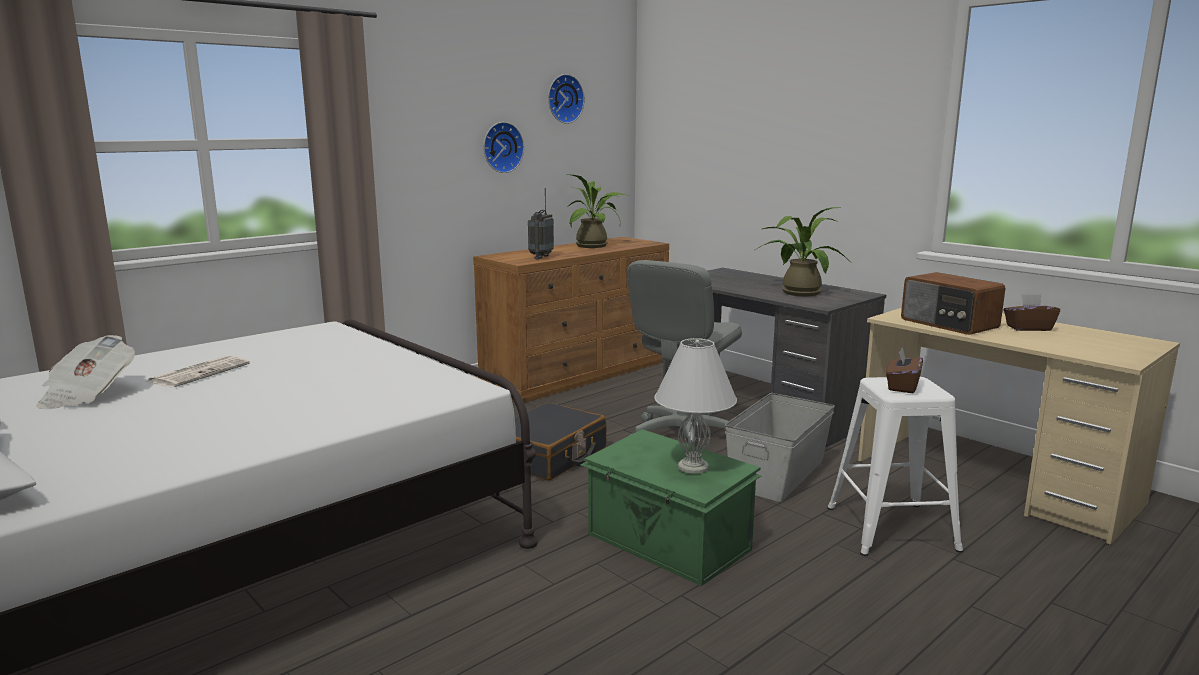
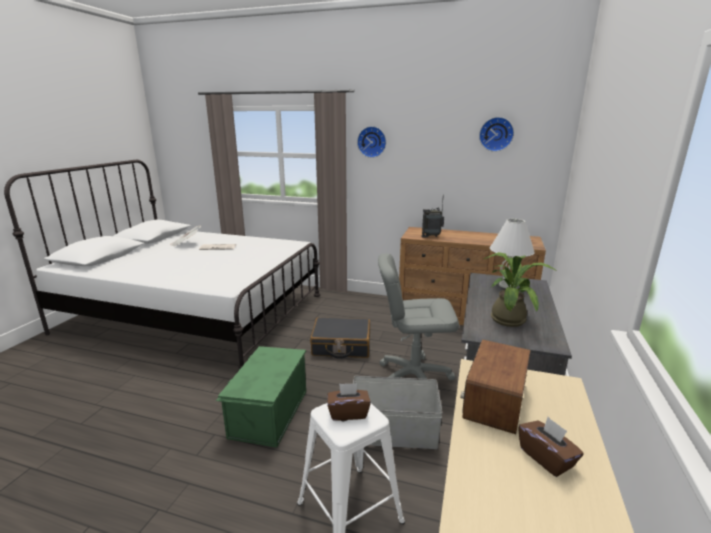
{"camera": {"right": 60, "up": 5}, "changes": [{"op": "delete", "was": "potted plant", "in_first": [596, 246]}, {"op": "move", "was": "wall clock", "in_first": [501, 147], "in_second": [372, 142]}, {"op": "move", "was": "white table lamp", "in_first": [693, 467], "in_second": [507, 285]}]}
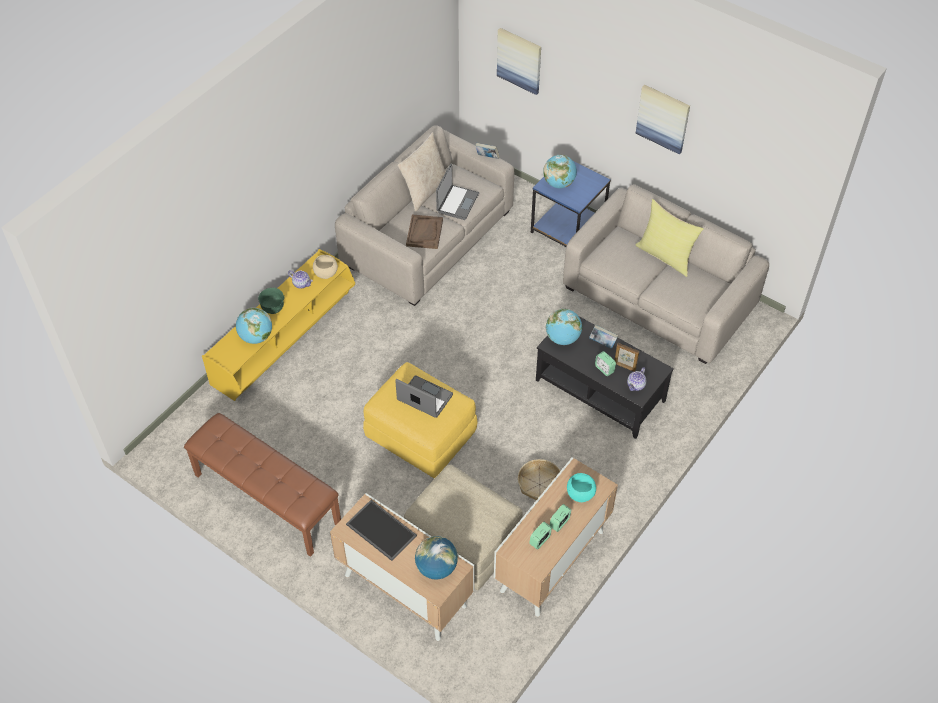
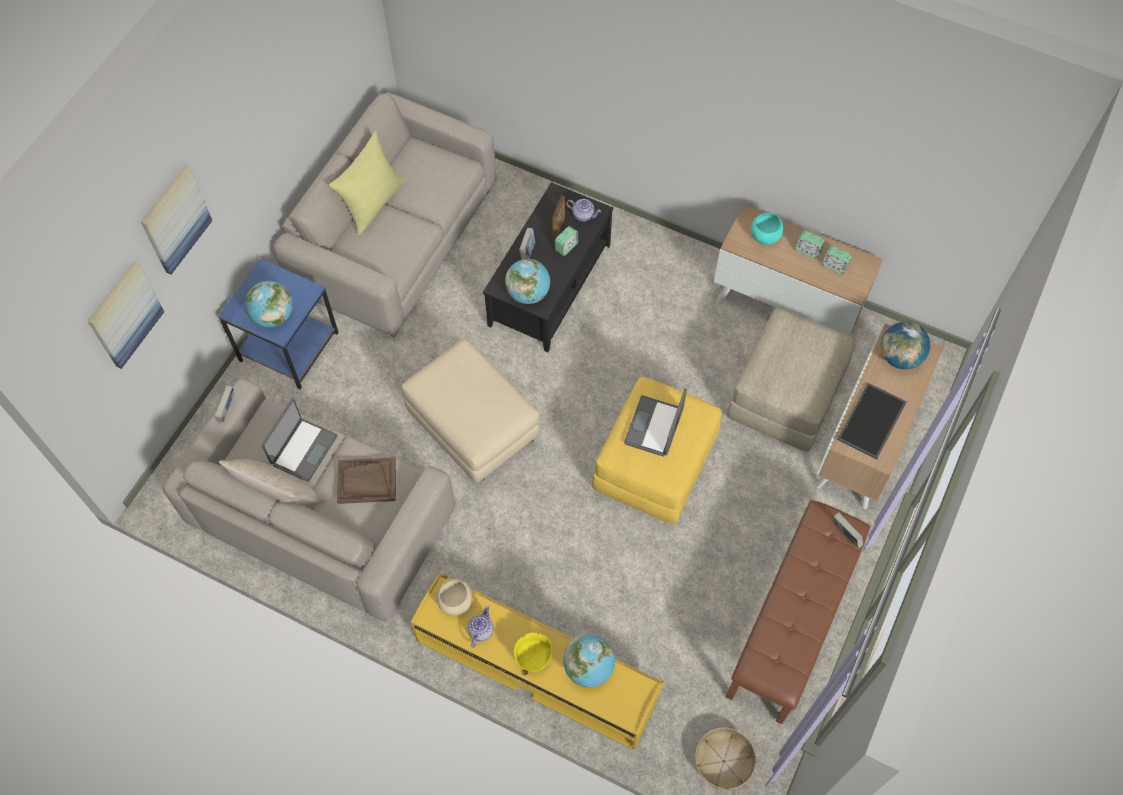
{"camera": {"right": -100, "up": 10}, "changes": [{"op": "insert", "now": "beige ottoman", "in_second": [472, 431]}, {"op": "insert", "now": "book", "in_second": [845, 535]}, {"op": "move", "was": "basket", "in_first": [539, 484], "in_second": [724, 761]}, {"op": "move", "was": "picture", "in_first": [663, 118], "in_second": [175, 220]}, {"op": "recolor", "was": "green bowl", "now": "yellow bowl", "in_first": [273, 308], "in_second": [533, 658]}, {"op": "rotate", "was": "laptop", "in_first": [457, 203], "in_second": [303, 449], "clockwise": 105}]}
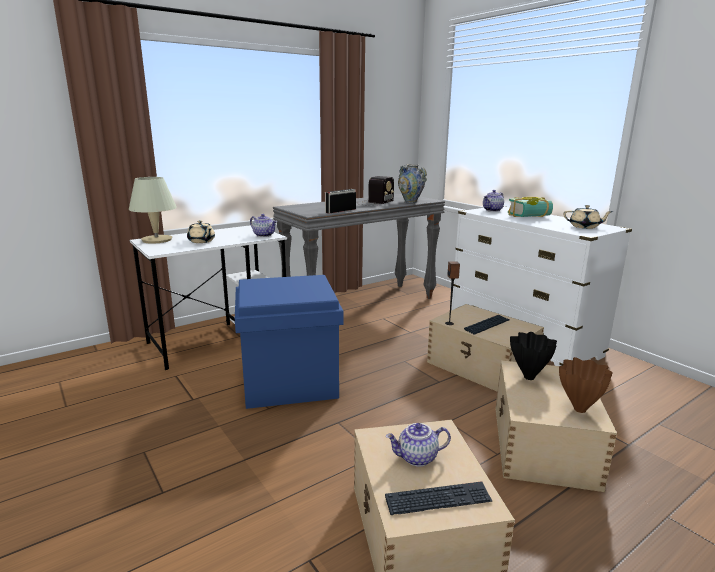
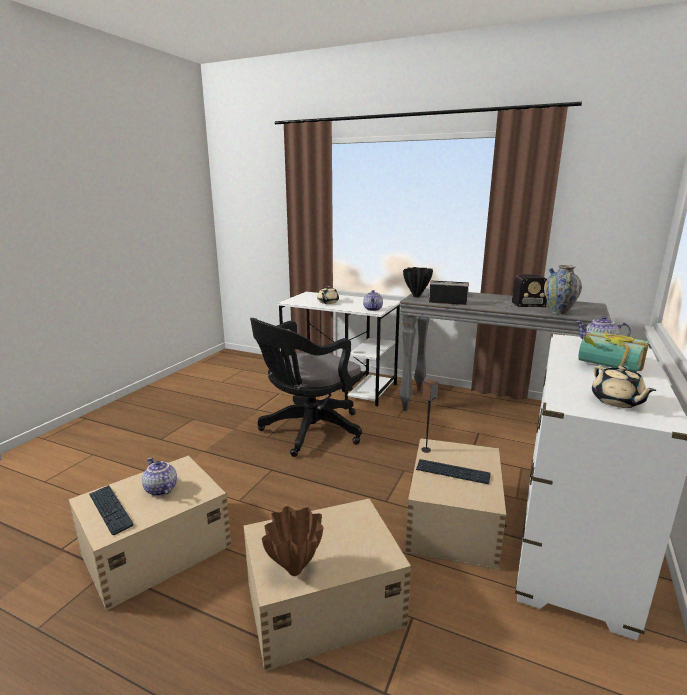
{"camera": {"right": 60, "up": 0}, "changes": [{"op": "delete", "was": "beige table lamp", "in_first": [157, 240]}, {"op": "move", "was": "black vase", "in_first": [529, 377], "in_second": [417, 296]}, {"op": "replace", "was": "blue storage box", "now": "black office chair", "in_first": [288, 383], "in_second": [308, 431]}]}
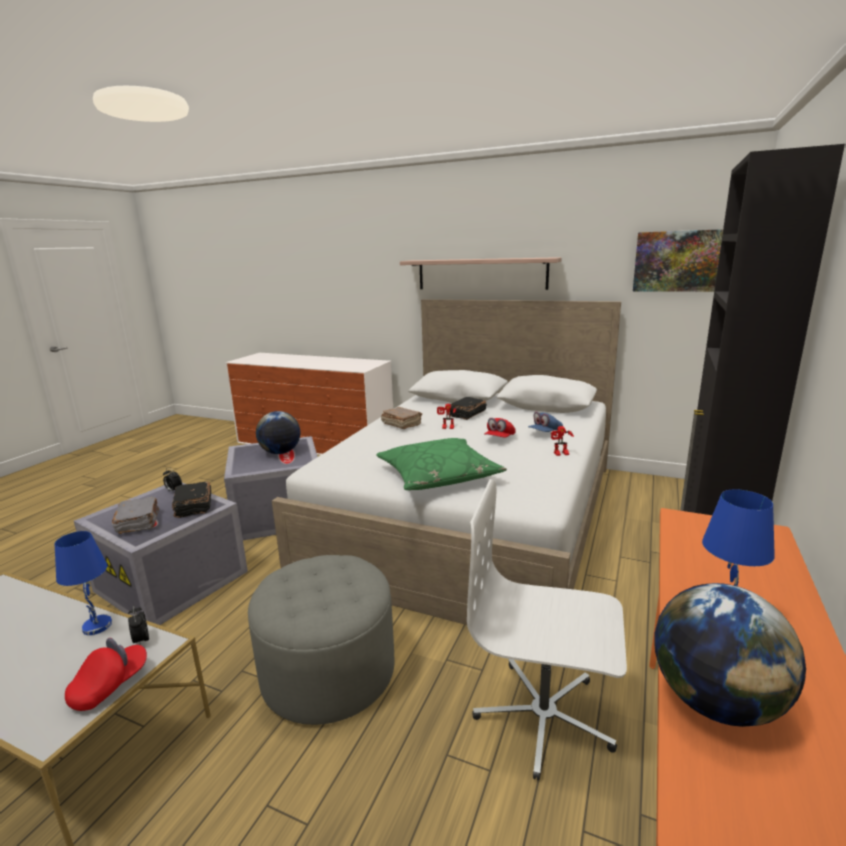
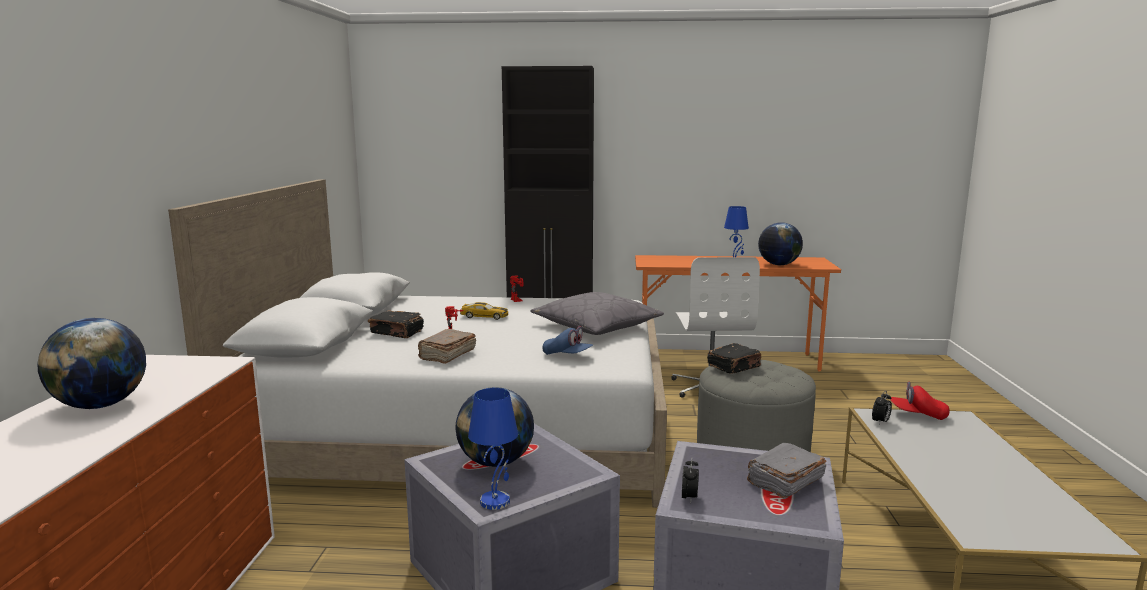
{"camera": {"right": -110, "up": -5}, "changes": [{"op": "delete", "was": "shelf", "in_first": [481, 274]}, {"op": "delete", "was": "picture", "in_first": [682, 261]}, {"op": "insert", "now": "globe", "in_second": [101, 405]}, {"op": "move", "was": "blue table lamp", "in_first": [97, 626], "in_second": [495, 501]}, {"op": "move", "was": "black book", "in_first": [193, 507], "in_second": [734, 367]}, {"op": "move", "was": "blue cap", "in_first": [545, 433], "in_second": [567, 355]}, {"op": "replace", "was": "red cap", "now": "toy car", "in_first": [499, 438], "in_second": [484, 316]}, {"op": "recolor", "was": "green pillow", "now": "grey pillow", "in_first": [438, 475], "in_second": [596, 326]}]}
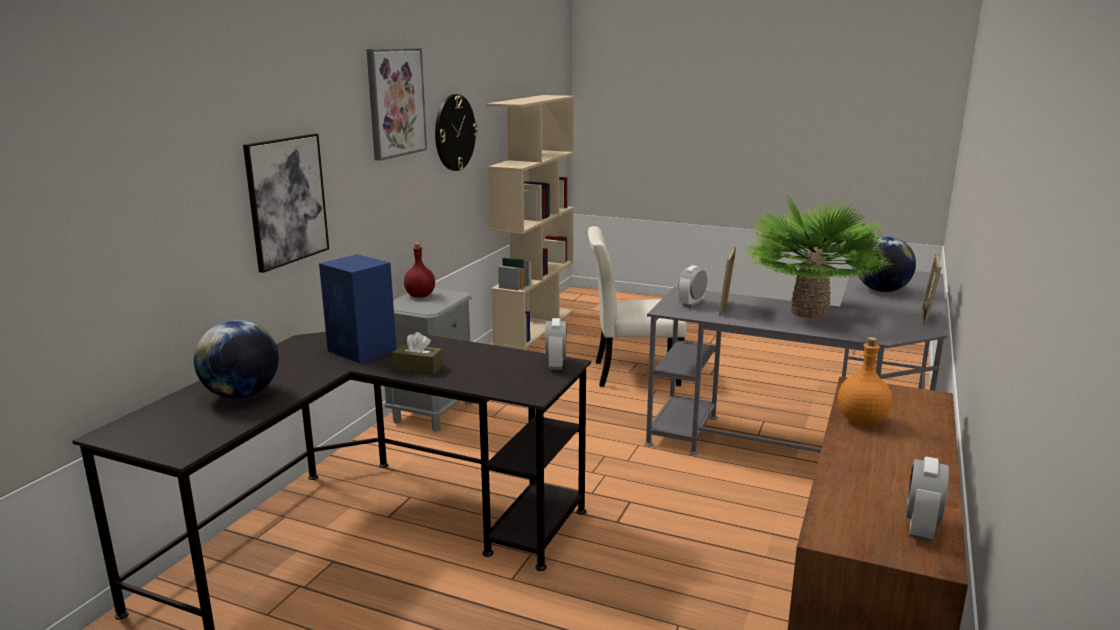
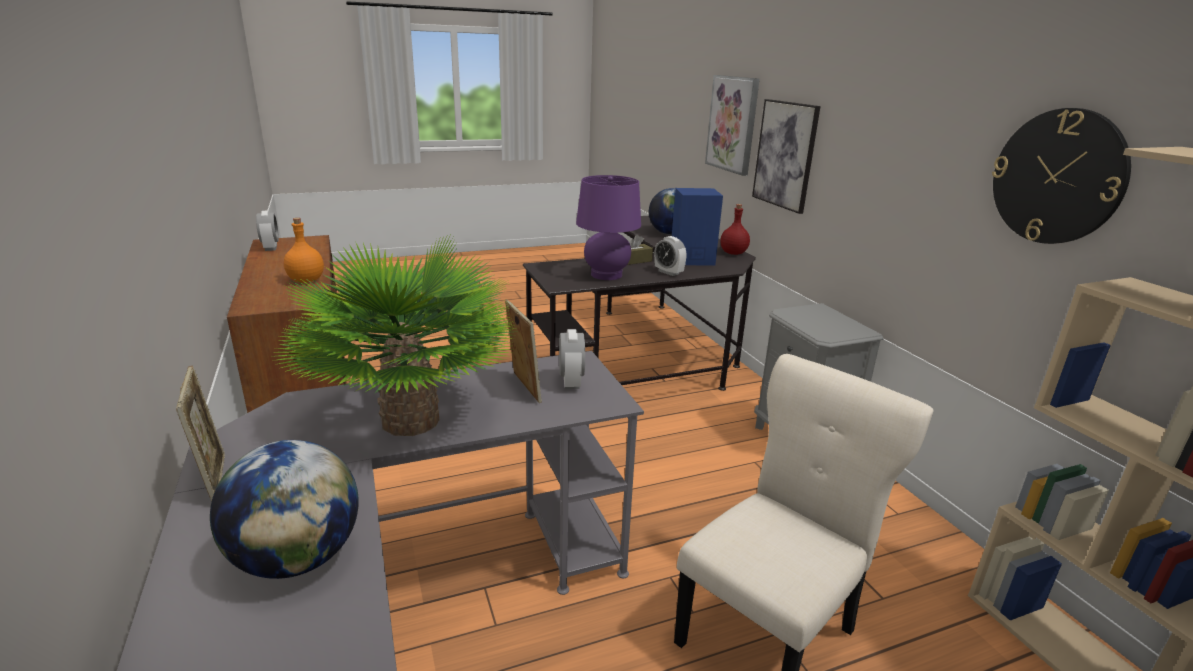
{"camera": {"right": 135, "up": 5}, "changes": [{"op": "insert", "now": "purple table lamp", "in_second": [606, 275]}, {"op": "move", "was": "picture", "in_first": [395, 102], "in_second": [732, 124]}, {"op": "move", "was": "red bottle", "in_first": [420, 296], "in_second": [733, 253]}, {"op": "move", "was": "alarm clock", "in_first": [555, 364], "in_second": [668, 272]}]}
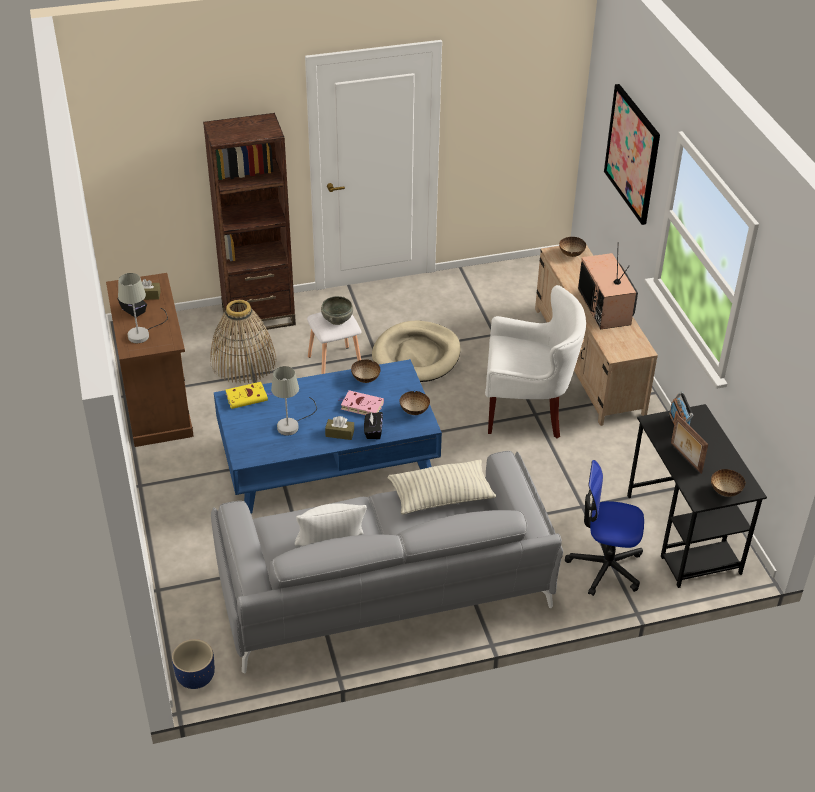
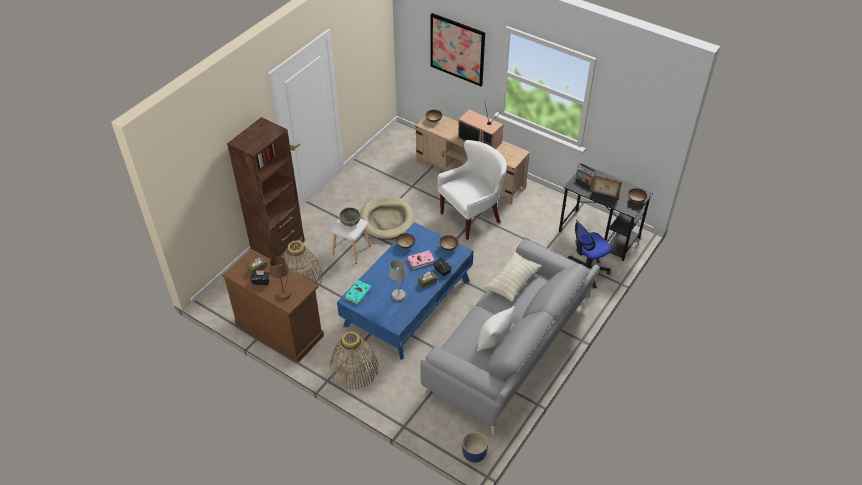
{"camera": {"right": -40, "up": 5}, "changes": [{"op": "insert", "now": "basket", "in_second": [354, 369]}, {"op": "recolor", "was": "grey table lamp", "now": "brown table lamp", "in_first": [143, 333], "in_second": [283, 290]}, {"op": "recolor", "was": "yellow book", "now": "turquoise book", "in_first": [248, 397], "in_second": [358, 293]}]}
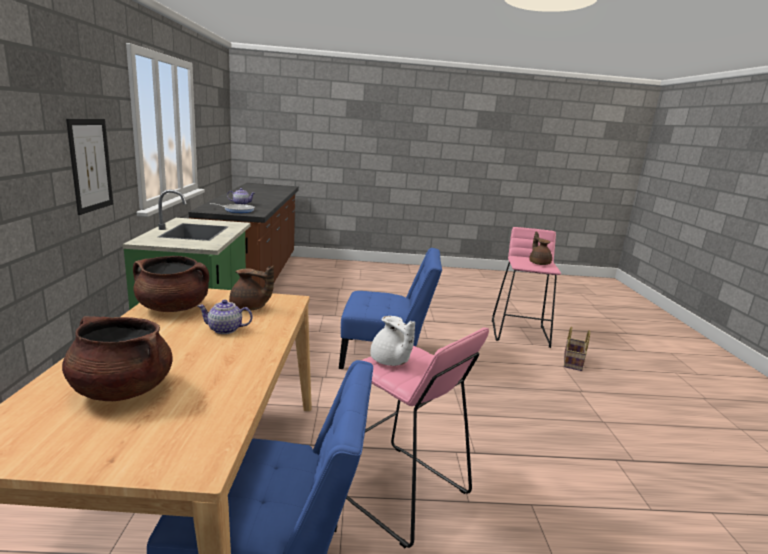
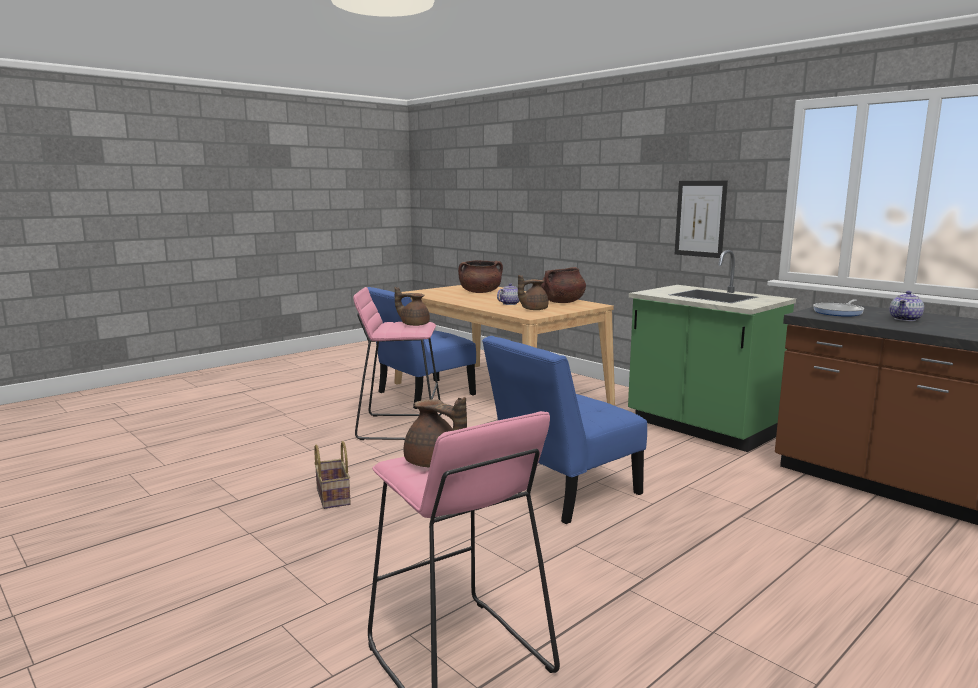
{"camera": {"right": 140, "up": -5}, "changes": [{"op": "move", "was": "basket", "in_first": [573, 363], "in_second": [332, 496]}, {"op": "recolor", "was": "white teapot", "now": "brown teapot", "in_first": [390, 361], "in_second": [414, 324]}]}
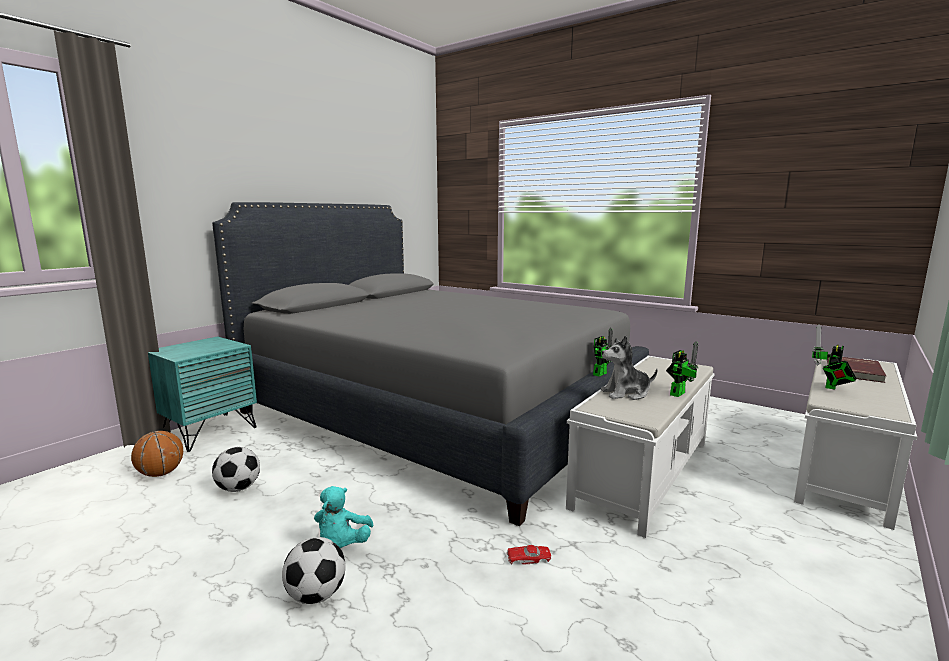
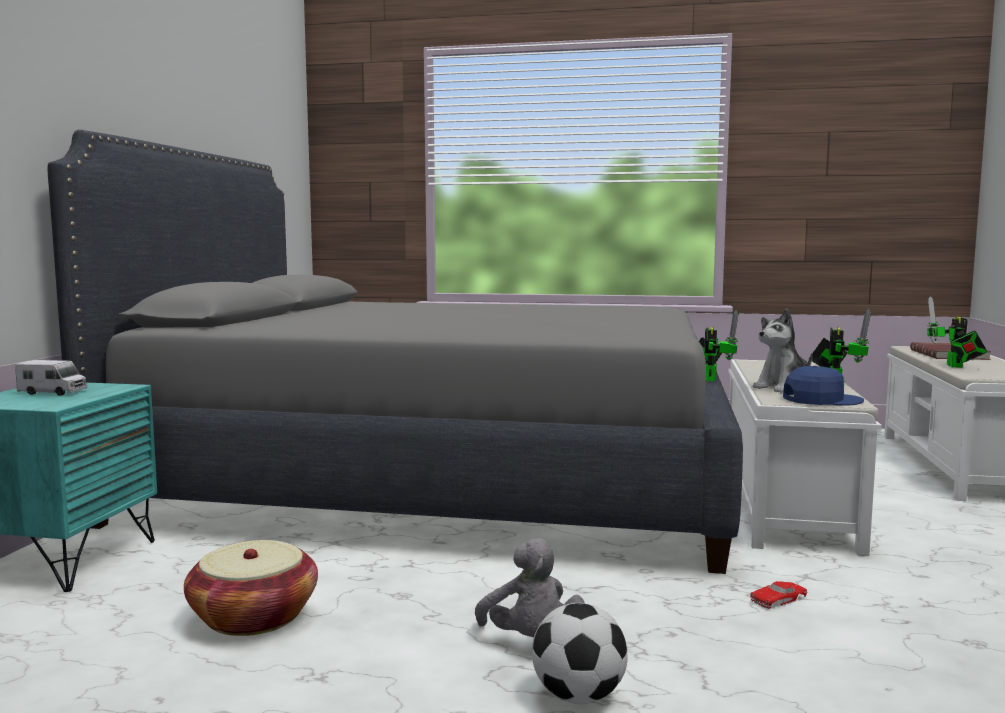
{"camera": {"right": -25, "up": -5}, "changes": [{"op": "delete", "was": "basketball", "in_first": [160, 474]}, {"op": "insert", "now": "toy truck", "in_second": [53, 392]}, {"op": "insert", "now": "blue cap", "in_second": [821, 399]}, {"op": "replace", "was": "football", "now": "basket", "in_first": [238, 488], "in_second": [254, 617]}, {"op": "recolor", "was": "turquoise plush toy", "now": "grey plush toy", "in_first": [342, 545], "in_second": [531, 640]}]}
